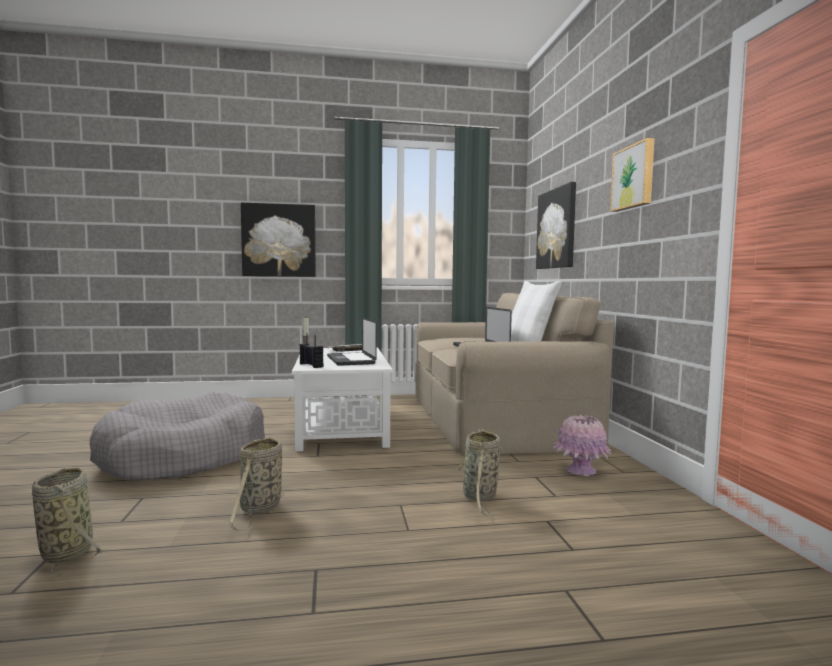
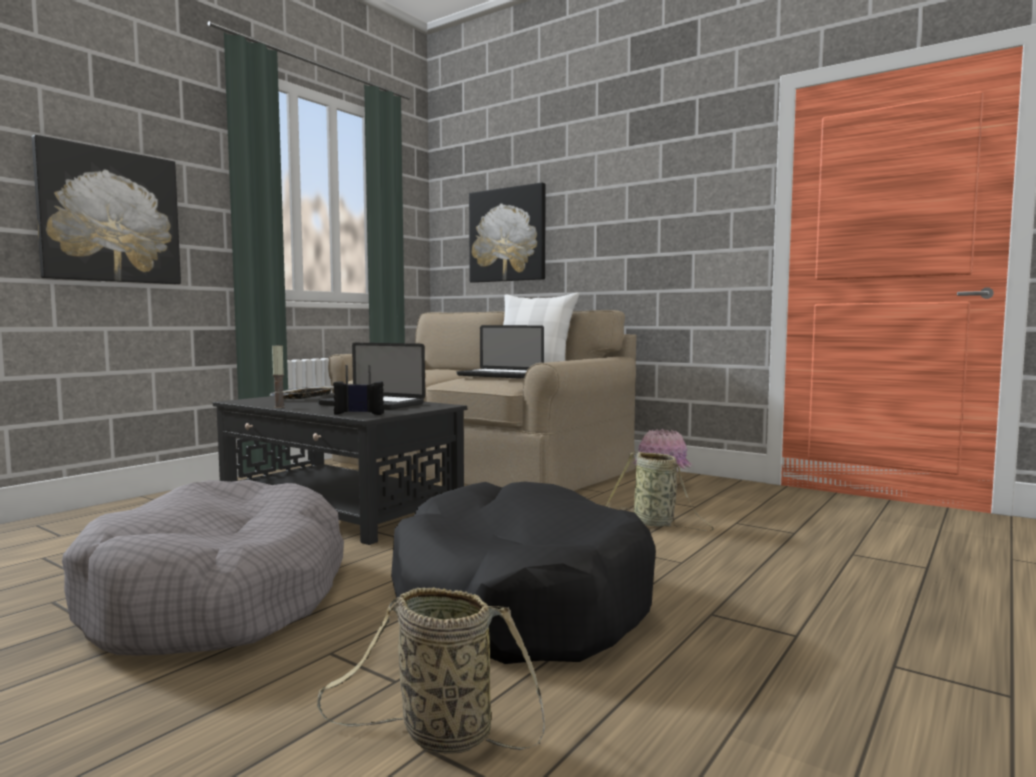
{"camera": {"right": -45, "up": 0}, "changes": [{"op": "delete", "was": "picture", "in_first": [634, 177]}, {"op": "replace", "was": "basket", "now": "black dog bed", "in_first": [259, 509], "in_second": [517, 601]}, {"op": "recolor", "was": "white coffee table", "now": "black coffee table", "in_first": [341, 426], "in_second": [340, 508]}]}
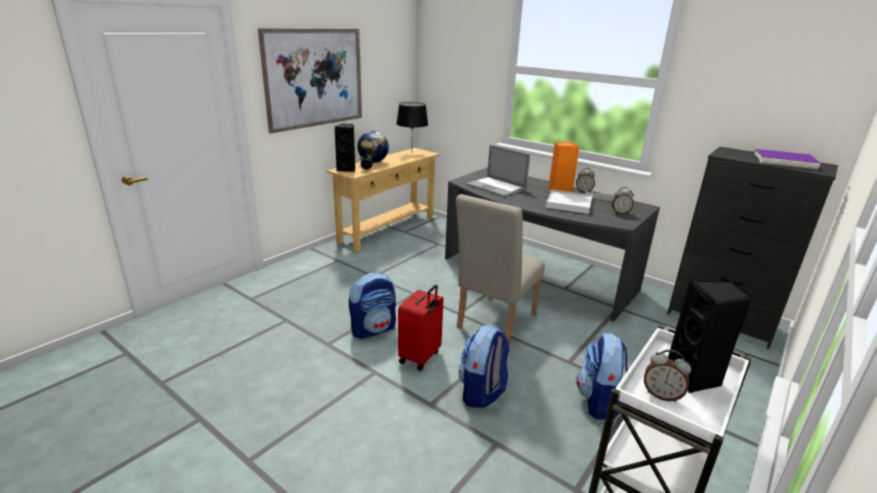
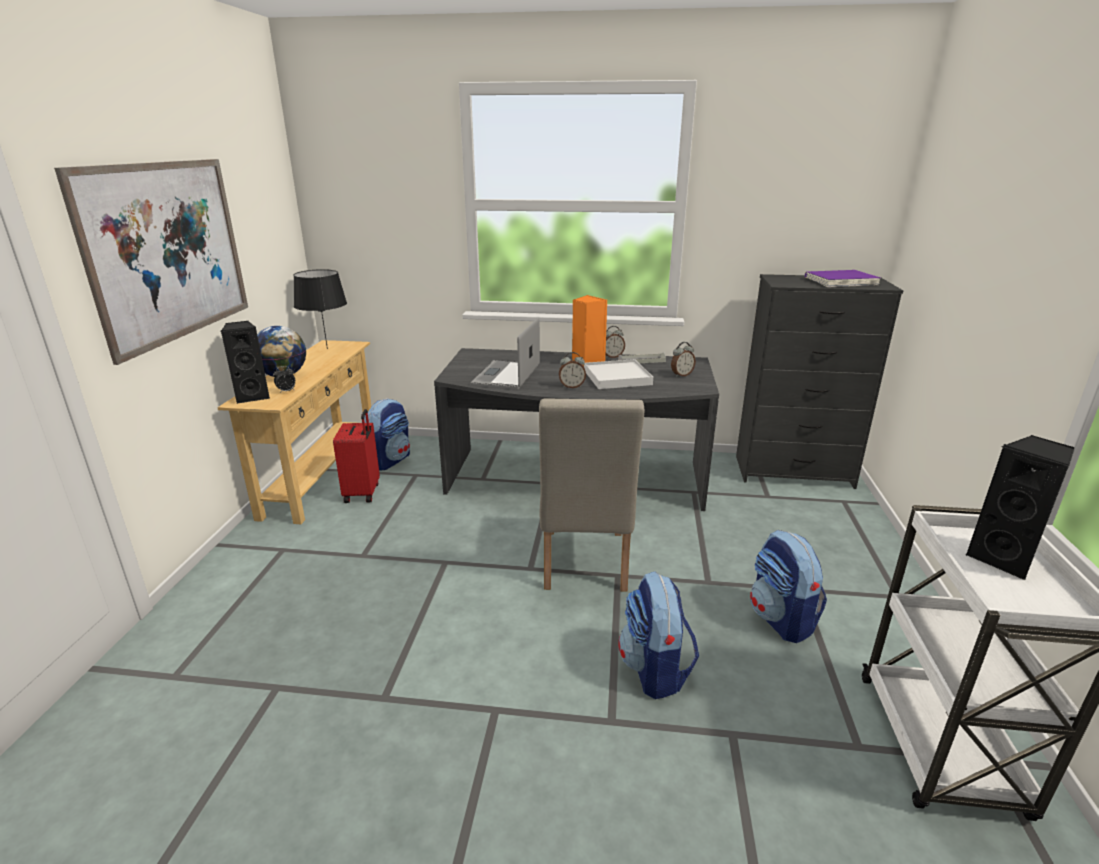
{"camera": {"right": -30, "up": 0}, "changes": [{"op": "move", "was": "backpack", "in_first": [373, 329], "in_second": [390, 460]}, {"op": "move", "was": "red suitcase", "in_first": [420, 357], "in_second": [363, 493]}, {"op": "move", "was": "alarm clock", "in_first": [661, 395], "in_second": [572, 386]}, {"op": "rotate", "was": "laptop", "in_first": [495, 187], "in_second": [506, 375], "clockwise": 90}]}
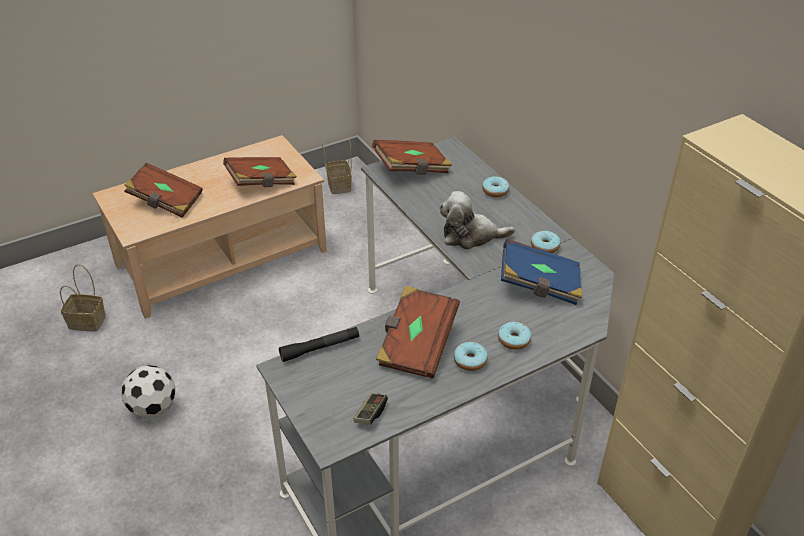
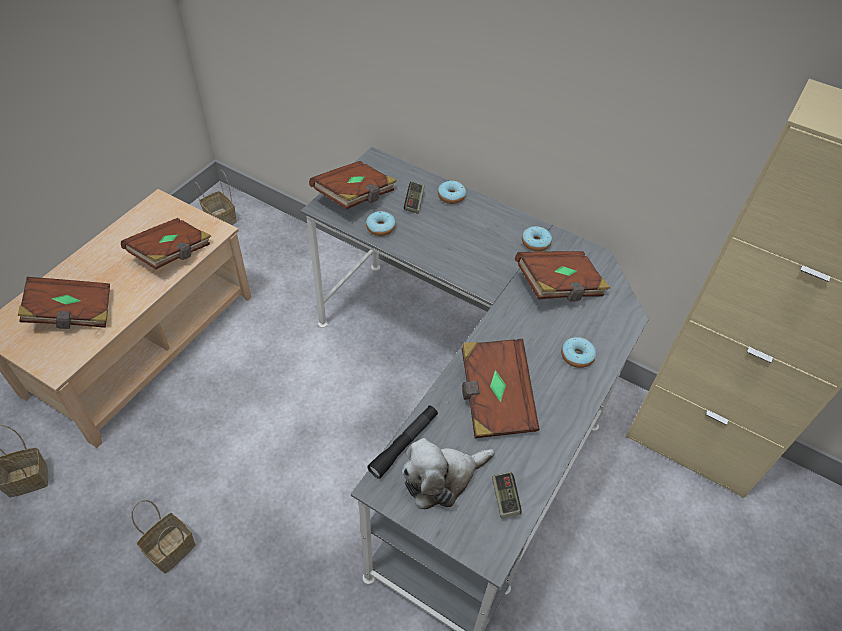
{"camera": {"right": -30, "up": 10}, "changes": [{"op": "insert", "now": "game controller", "in_second": [414, 202]}, {"op": "move", "was": "plush toy", "in_first": [471, 236], "in_second": [442, 479]}, {"op": "move", "was": "donut", "in_first": [470, 361], "in_second": [380, 228]}, {"op": "replace", "was": "football", "now": "basket", "in_first": [153, 407], "in_second": [171, 548]}, {"op": "recolor", "was": "blue book", "now": "brown book", "in_first": [539, 285], "in_second": [559, 287]}]}
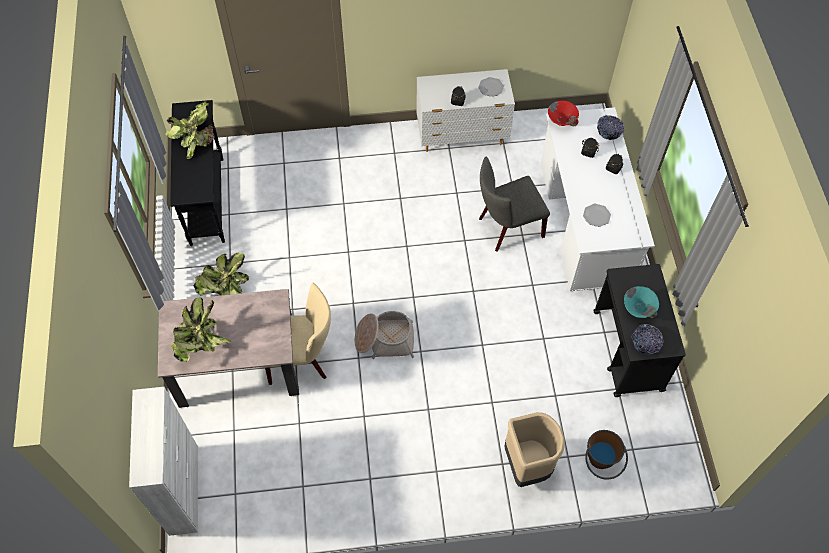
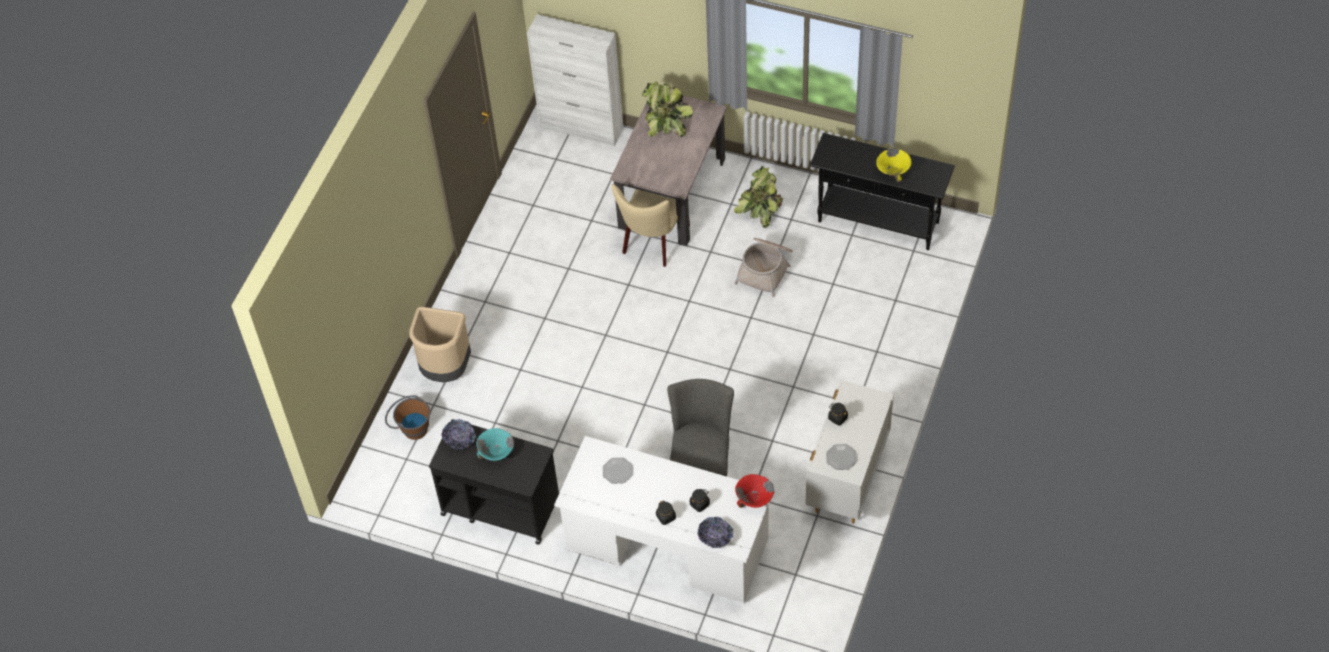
{"camera": {"right": 120, "up": -5}, "changes": [{"op": "move", "was": "basket", "in_first": [385, 339], "in_second": [765, 269]}, {"op": "replace", "was": "potted plant", "now": "yellow bowl", "in_first": [196, 140], "in_second": [893, 171]}]}
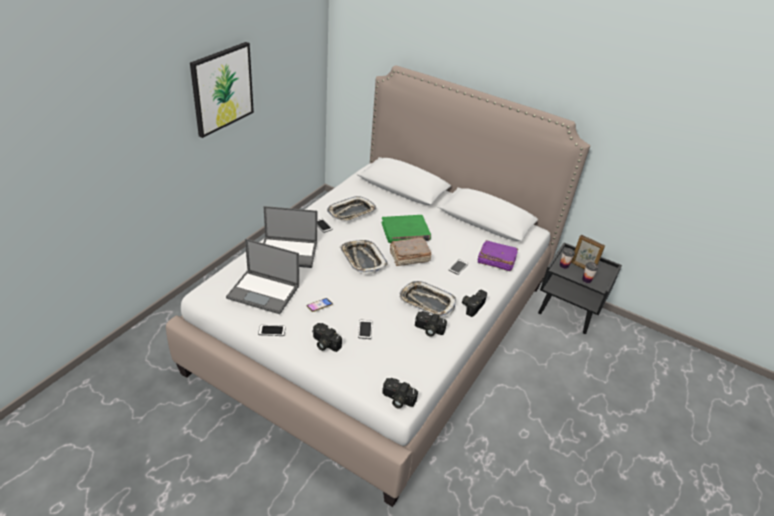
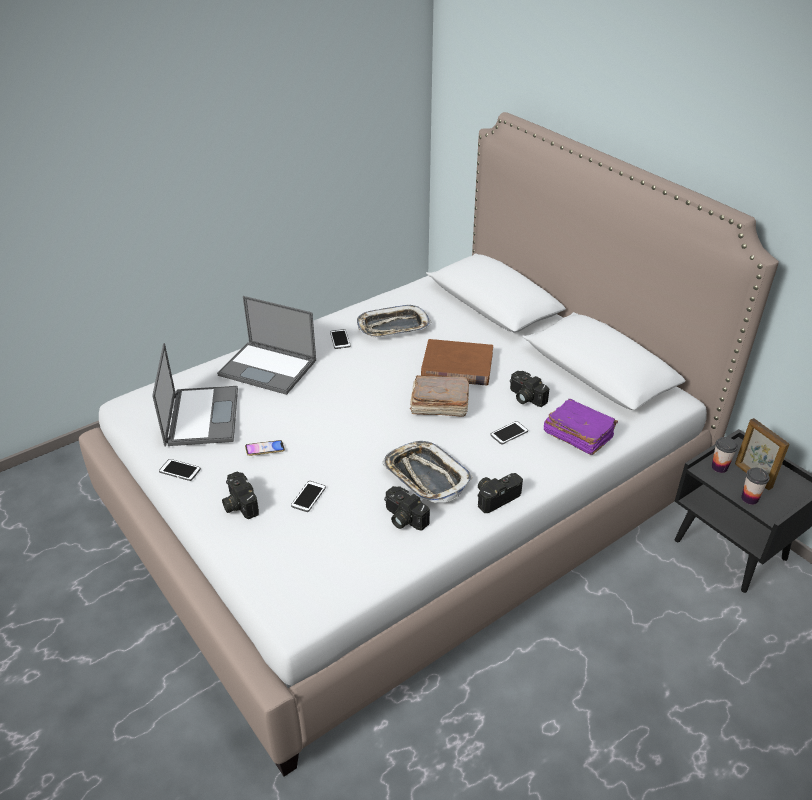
{"camera": {"right": 25, "up": 0}, "changes": [{"op": "delete", "was": "picture", "in_first": [222, 88]}, {"op": "delete", "was": "tray", "in_first": [362, 259]}, {"op": "move", "was": "photo camera", "in_first": [397, 400], "in_second": [525, 397]}, {"op": "recolor", "was": "green book", "now": "brown book", "in_first": [405, 231], "in_second": [457, 366]}, {"op": "rotate", "was": "laptop", "in_first": [264, 292], "in_second": [202, 415], "clockwise": -135}]}
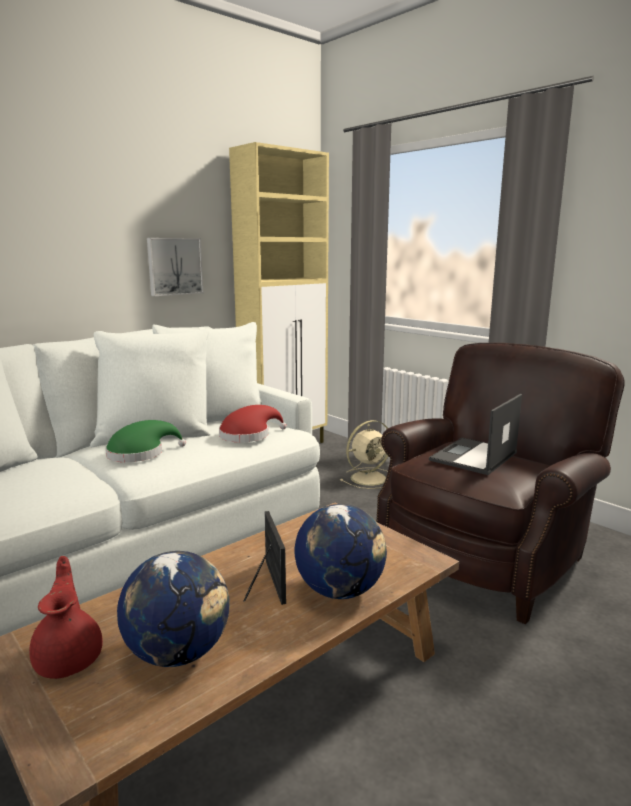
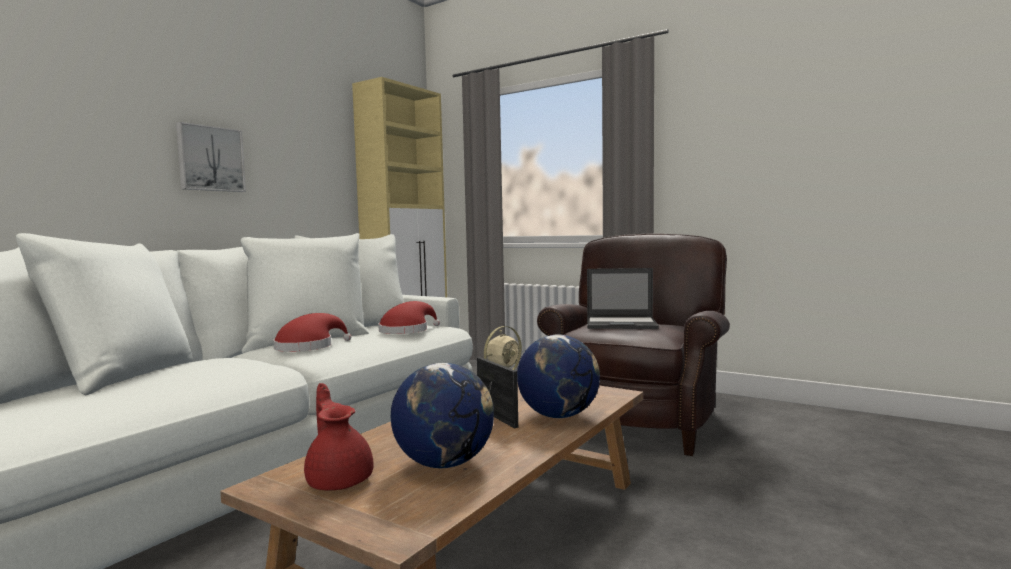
{"camera": {"right": -15, "up": -10}, "changes": [{"op": "move", "was": "picture", "in_first": [174, 266], "in_second": [210, 159]}, {"op": "recolor", "was": "green hat", "now": "red hat", "in_first": [140, 453], "in_second": [308, 347]}, {"op": "rotate", "was": "laptop", "in_first": [473, 457], "in_second": [622, 324], "clockwise": -105}]}
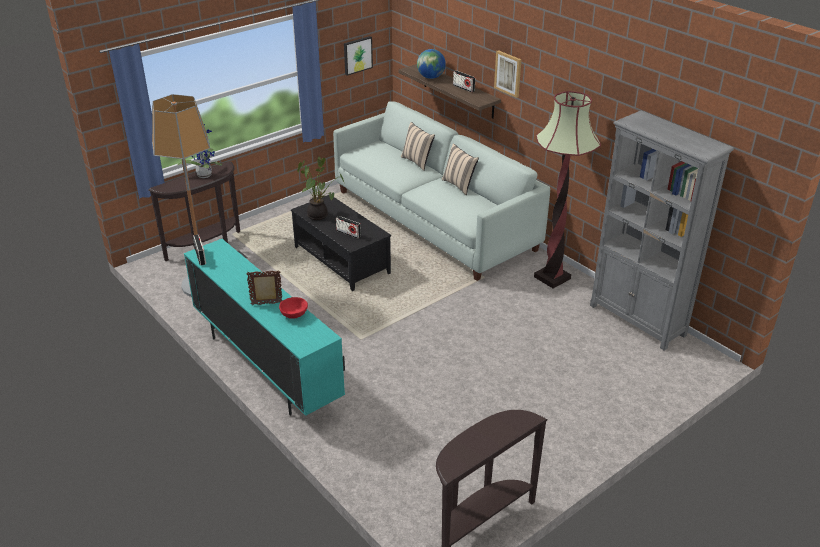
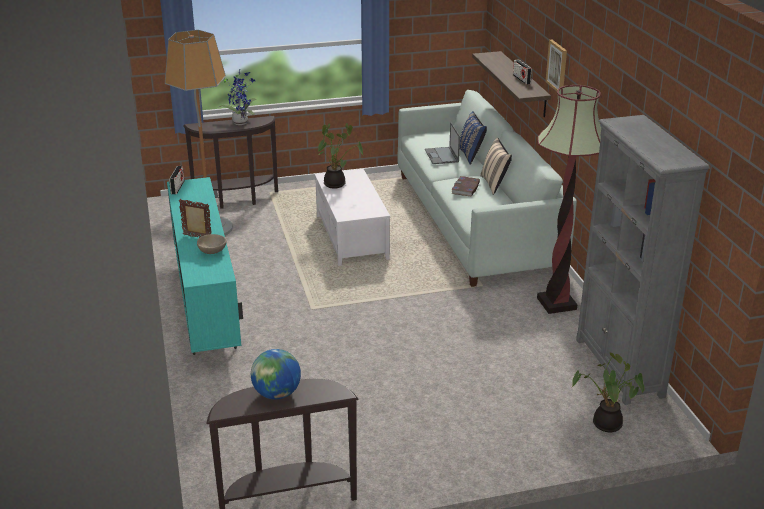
{"camera": {"right": 25, "up": -5}, "changes": [{"op": "delete", "was": "radio", "in_first": [348, 233]}, {"op": "delete", "was": "picture", "in_first": [357, 55]}, {"op": "insert", "now": "laptop", "in_second": [442, 156]}, {"op": "insert", "now": "book", "in_second": [465, 188]}, {"op": "insert", "now": "potted plant", "in_second": [604, 425]}, {"op": "move", "was": "globe", "in_first": [431, 77], "in_second": [277, 394]}, {"op": "recolor", "was": "red bowl", "now": "beige bowl", "in_first": [294, 315], "in_second": [212, 252]}, {"op": "recolor", "was": "black coffee table", "now": "white coffee table", "in_first": [342, 260], "in_second": [352, 237]}, {"op": "recolor", "was": "beige pillow", "now": "blue pillow", "in_first": [417, 162], "in_second": [471, 155]}]}
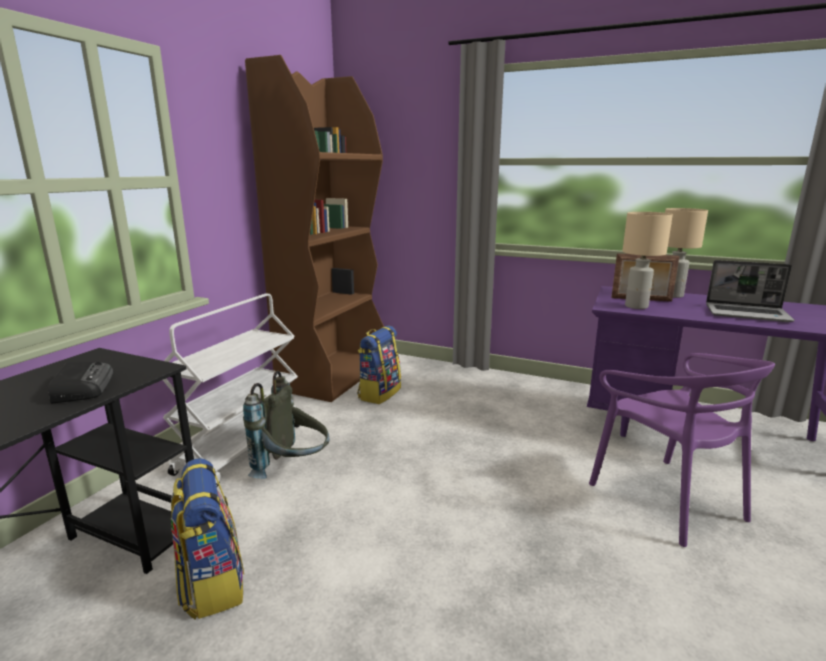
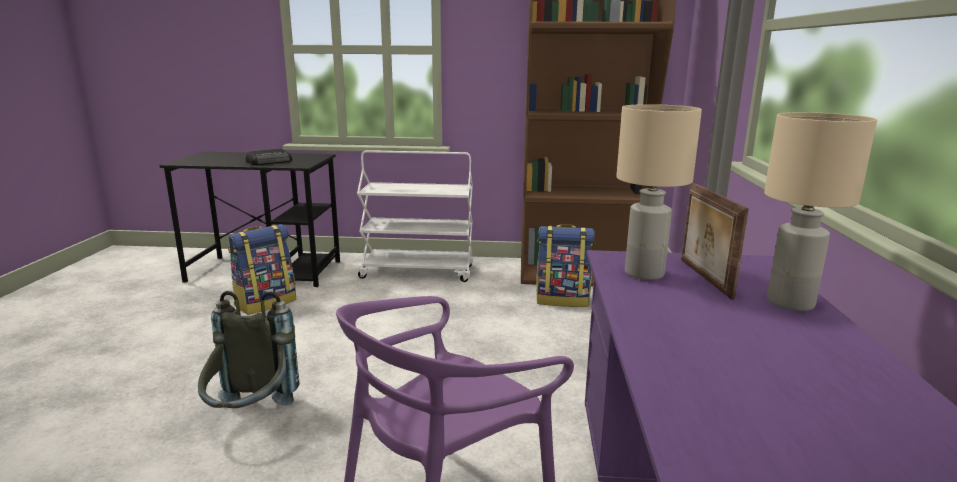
{"camera": {"right": 70, "up": 0}, "changes": [{"op": "delete", "was": "laptop", "in_first": [747, 314]}, {"op": "move", "was": "grey backpack", "in_first": [293, 470], "in_second": [251, 418]}]}
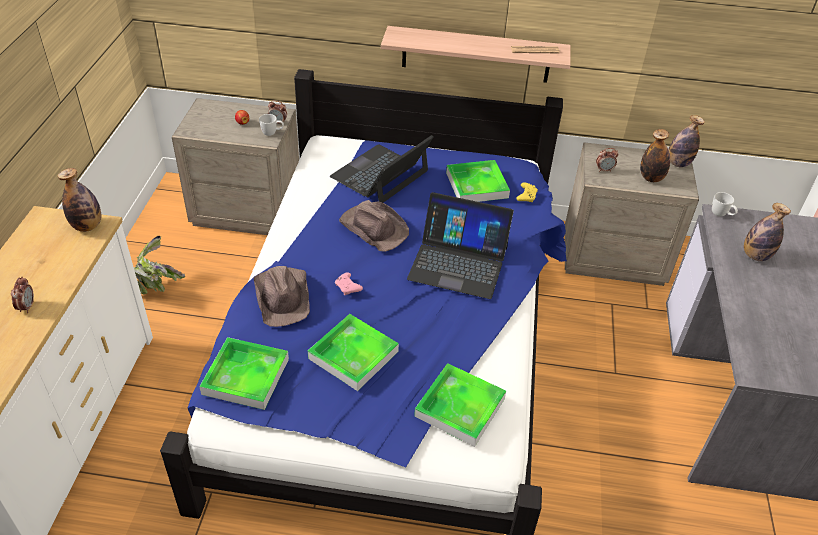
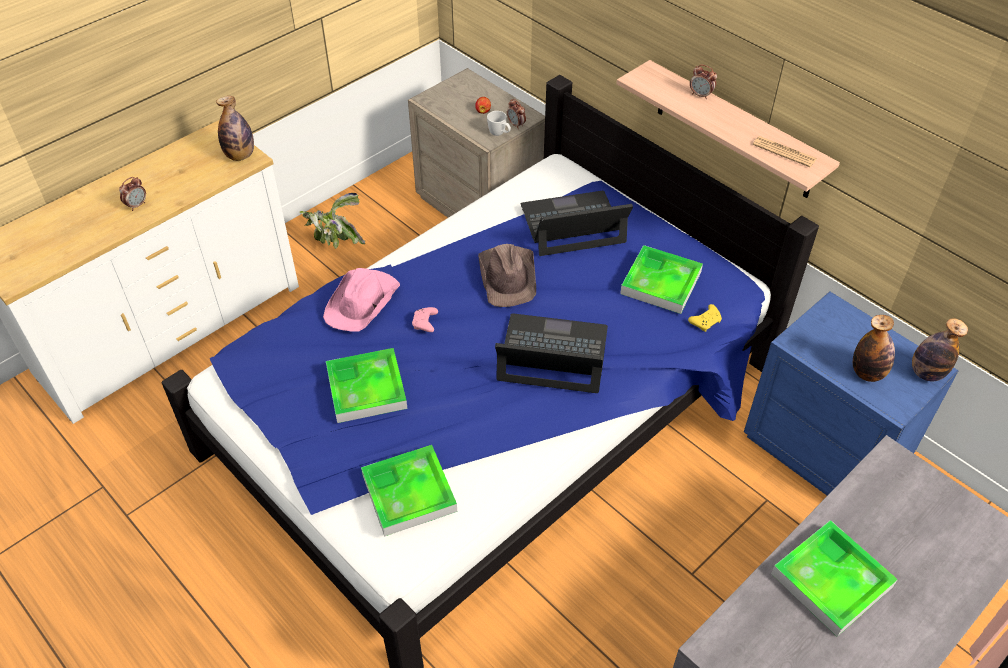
{"camera": {"right": 40, "up": 5}, "changes": [{"op": "delete", "was": "white mug", "in_first": [721, 215]}, {"op": "delete", "was": "bottle", "in_first": [755, 256]}, {"op": "move", "was": "tray", "in_first": [246, 376], "in_second": [831, 580]}, {"op": "move", "was": "alarm clock", "in_first": [604, 170], "in_second": [701, 95]}, {"op": "recolor", "was": "brown hat", "now": "pink hat", "in_first": [283, 297], "in_second": [363, 302]}, {"op": "recolor", "was": "beige nightstand", "now": "blue nightstand", "in_first": [613, 257], "in_second": [825, 449]}, {"op": "rotate", "was": "laptop", "in_first": [458, 263], "in_second": [552, 354], "clockwise": 135}]}
